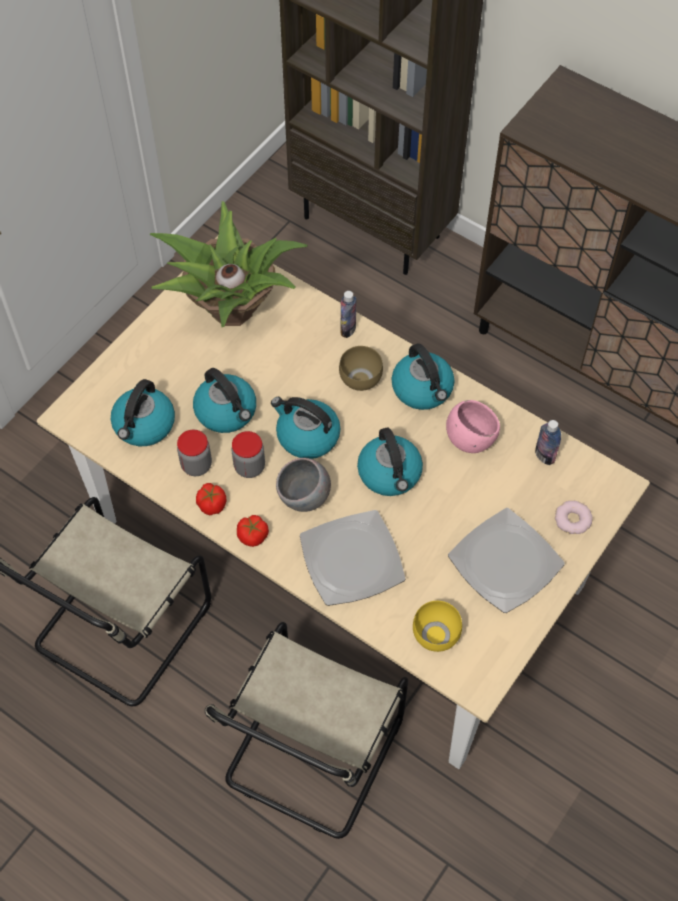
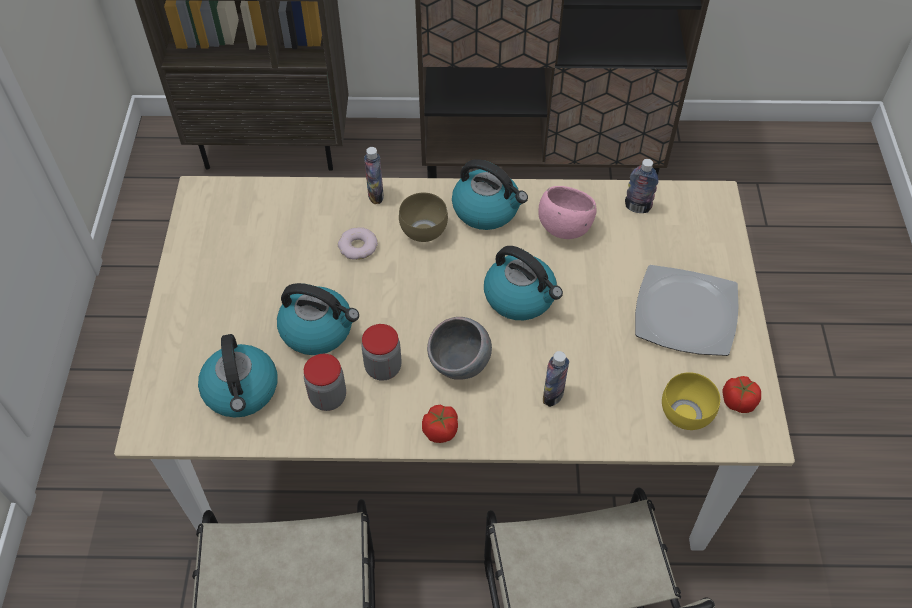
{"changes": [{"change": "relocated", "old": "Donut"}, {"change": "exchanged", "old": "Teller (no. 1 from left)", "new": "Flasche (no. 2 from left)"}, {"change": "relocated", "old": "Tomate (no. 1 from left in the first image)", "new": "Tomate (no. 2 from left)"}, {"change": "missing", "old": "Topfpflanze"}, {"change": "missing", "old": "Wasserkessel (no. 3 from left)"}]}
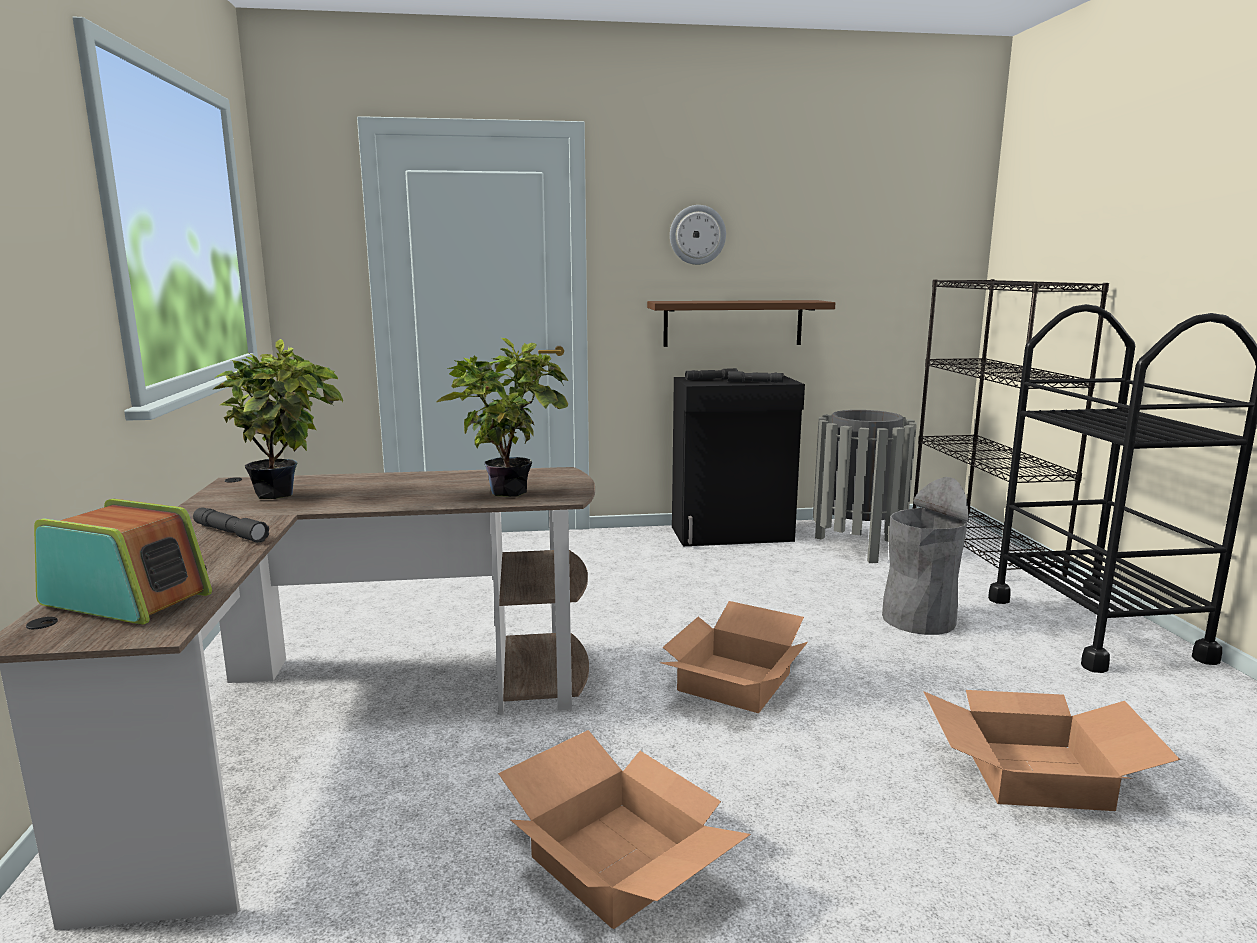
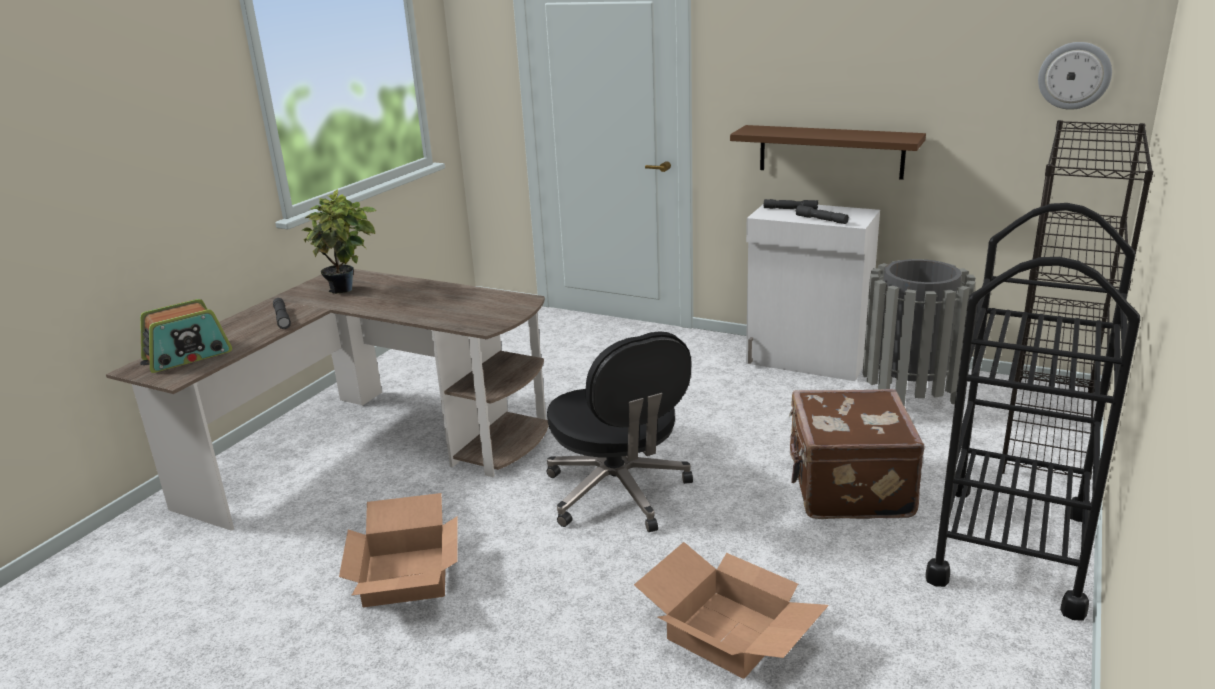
{"changes": [{"change": "spun", "old": "Radio", "degrees": 90}, {"change": "exchanged", "old": "Karton (no. 2 from left)", "new": "Bürostuhl (schwarz)"}, {"change": "colour", "old": "Schrank (schwarz)", "new": "Schrank (weiß)"}, {"change": "exchanged", "old": "Mülleimer (grau) (no. 2 from left)", "new": "Koffer (braun)"}, {"change": "relocated", "old": "Wanduhr"}, {"change": "missing", "old": "Topfpflanze (no. 2 from left)"}]}
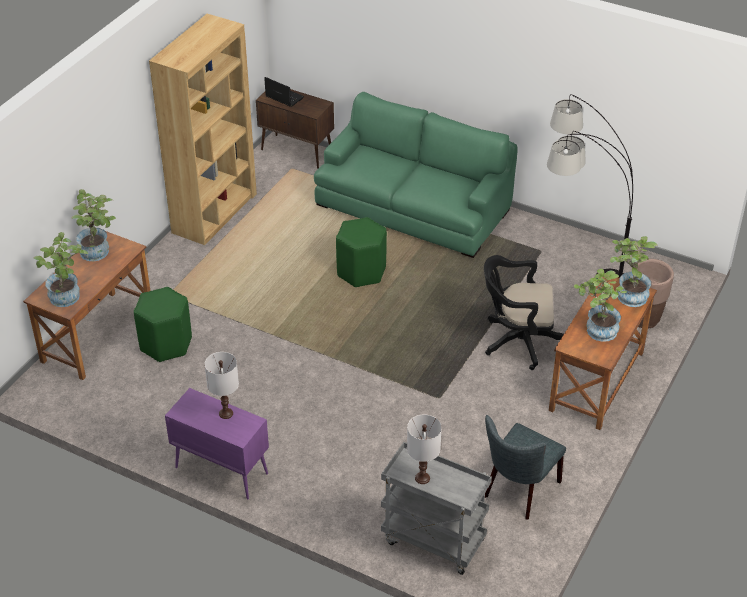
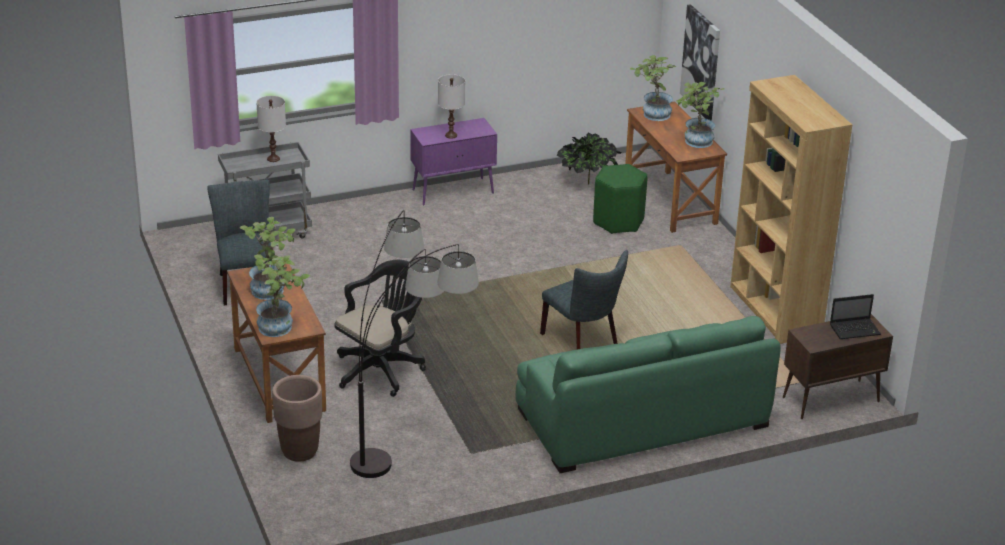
{"changes": [{"change": "exchanged", "old": "Hocker (grün) (no. 2 from left)", "new": "Stuhl (grau) (no. 2 from left)"}, {"change": "appeared", "new": "Topfpflanze (no. 3 from left)"}, {"change": "appeared", "new": "Bild"}]}
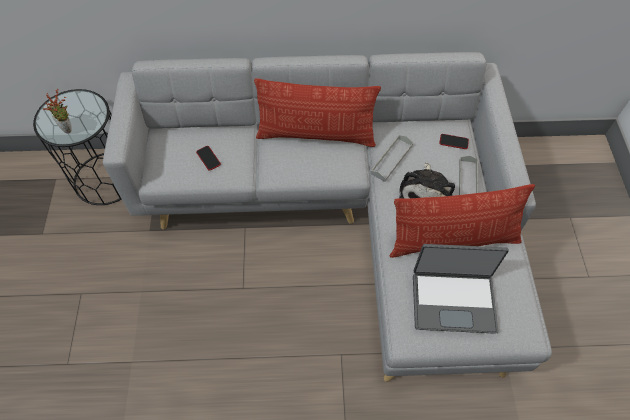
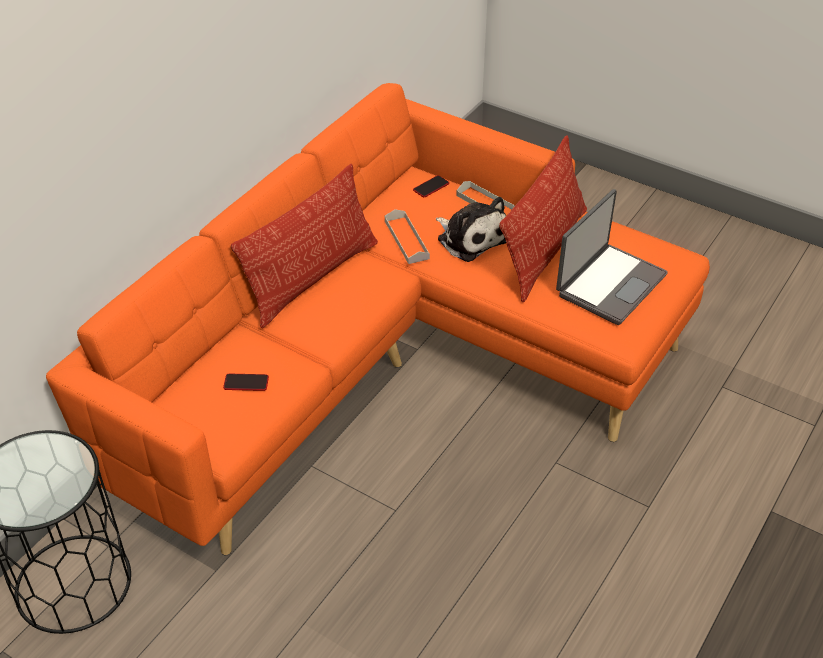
{"changes": [{"change": "colour", "old": "Sofa (grau)", "new": "Sofa (orange)"}, {"change": "missing", "old": "Topfpflanze"}]}
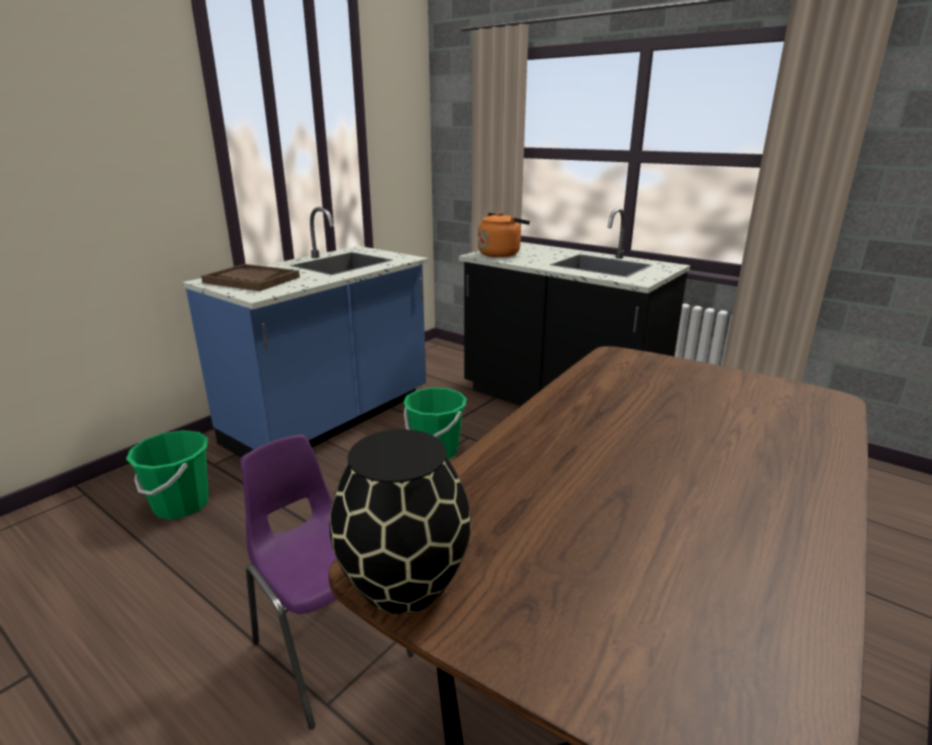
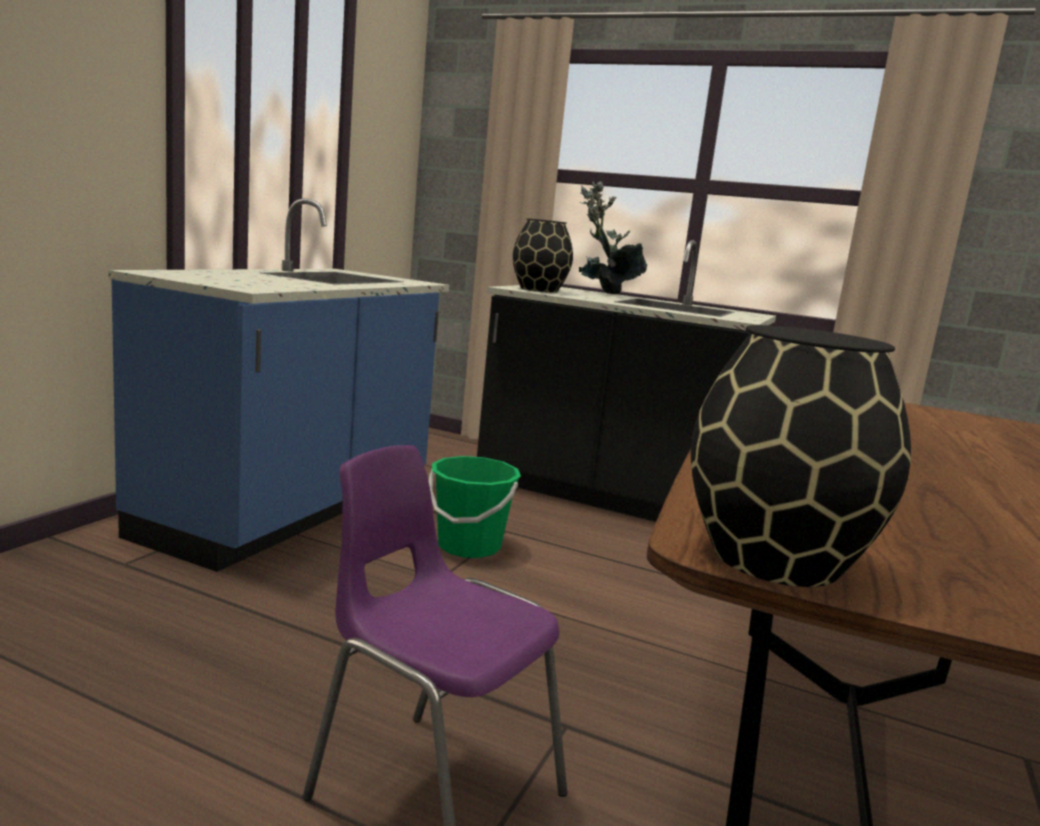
{"changes": [{"change": "exchanged", "old": "Wasserkessel (orange)", "new": "Vase (schwarz) (no. 1 from left)"}, {"change": "appeared", "new": "Topfpflanze"}, {"change": "missing", "old": "Eimer (grün) (no. 1 from left)"}, {"change": "missing", "old": "Tablett (braun)"}]}
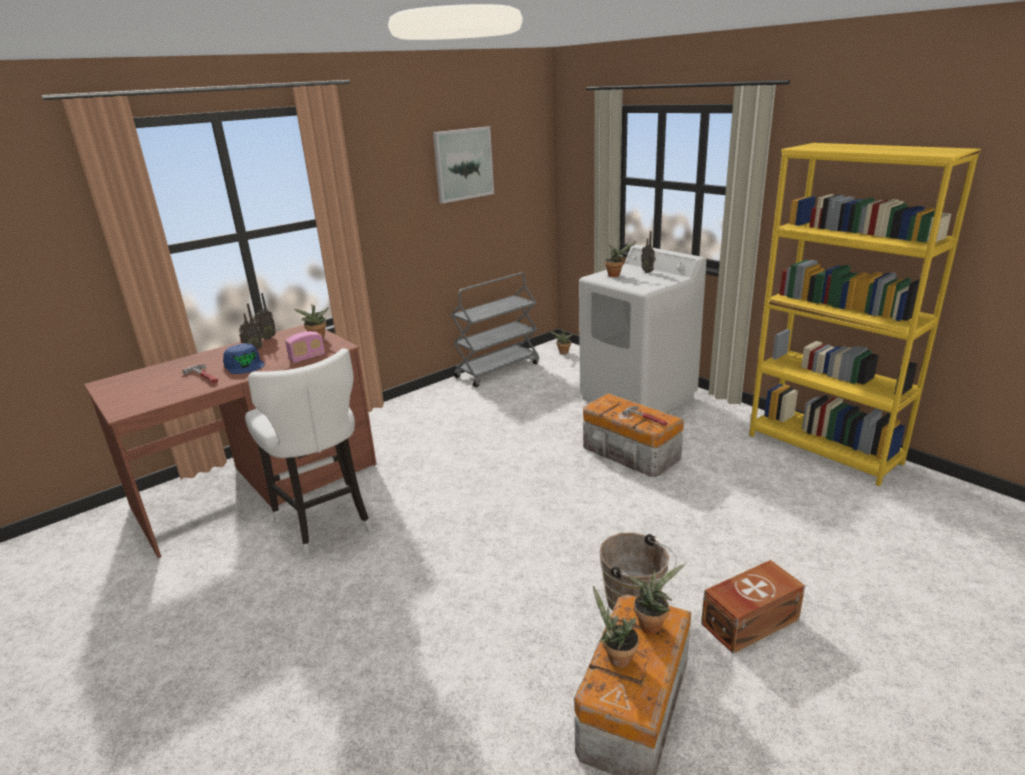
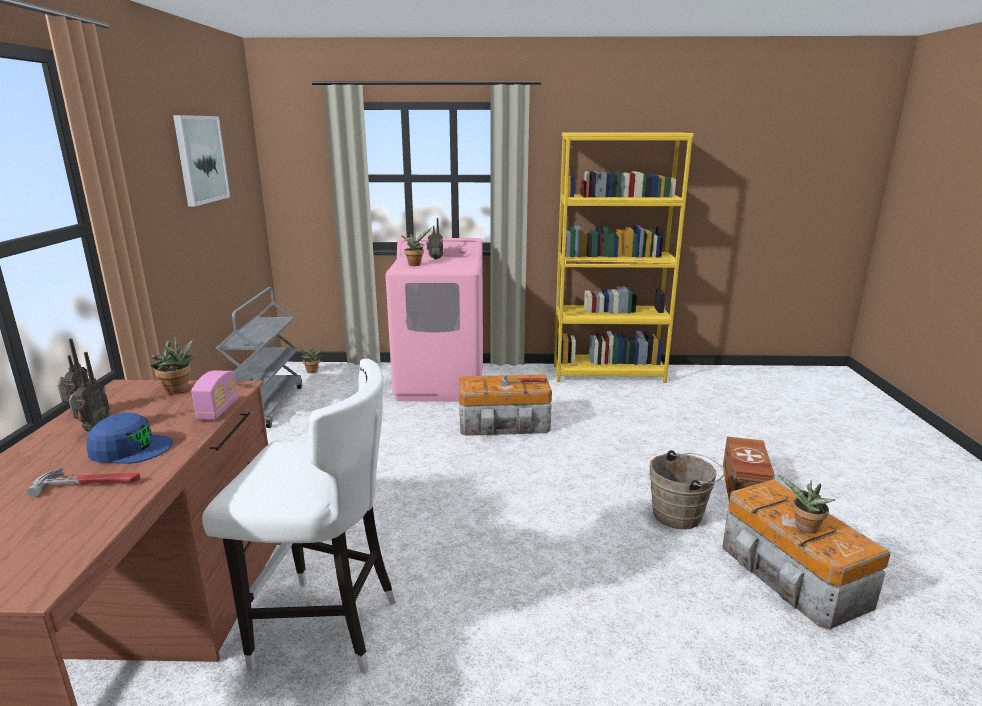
{"changes": [{"change": "colour", "old": "Waschmaschine (weiß)", "new": "Waschmaschine (rosa)"}, {"change": "missing", "old": "Topfpflanze (no. 5 from left)"}]}
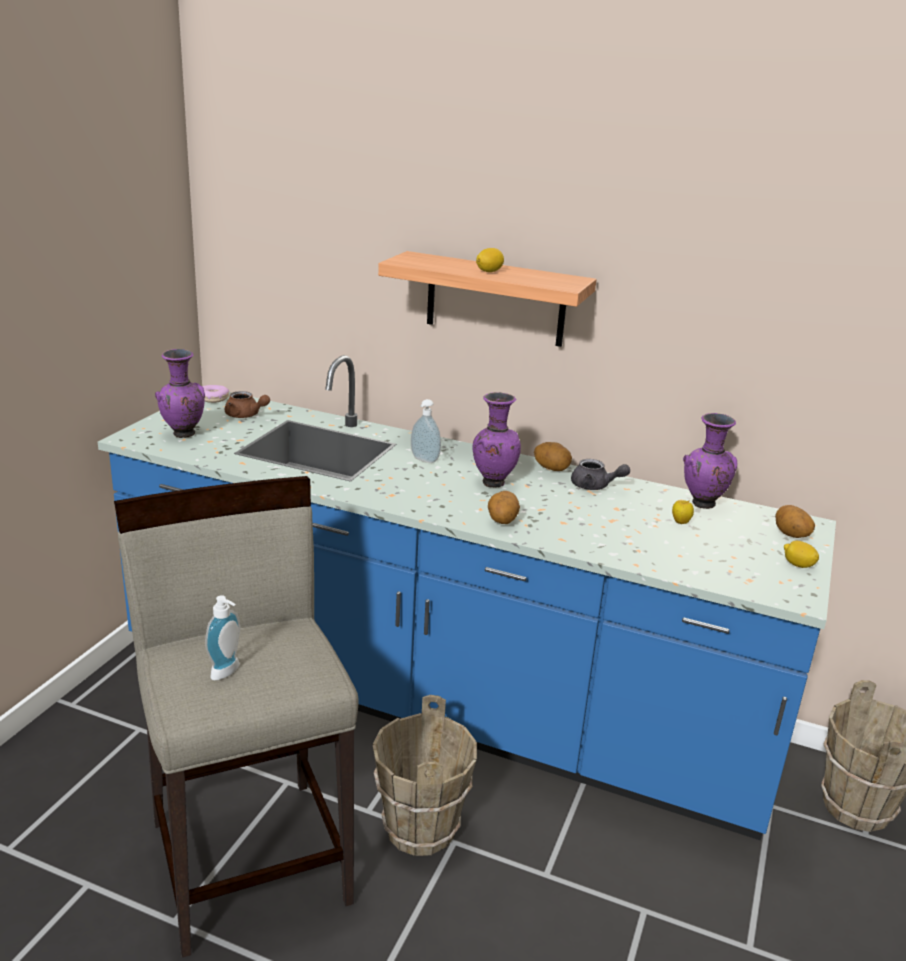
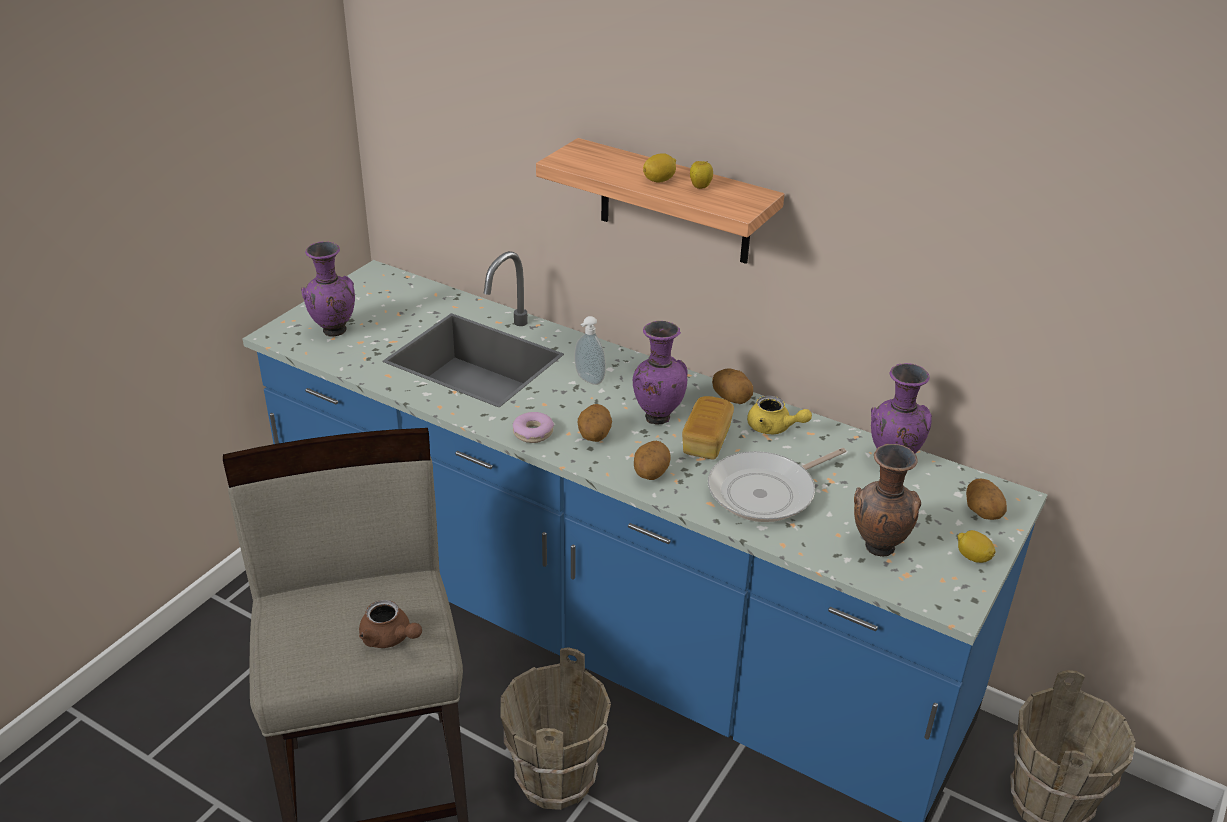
{"changes": [{"change": "relocated", "old": "Teekanne (braun)"}, {"change": "relocated", "old": "Donut"}, {"change": "appeared", "new": "Kartoffel (no. 1 from left)"}, {"change": "appeared", "new": "Brot"}, {"change": "relocated", "old": "Apfel"}, {"change": "appeared", "new": "Pfanne"}, {"change": "colour", "old": "Teekanne (grau)", "new": "Teekanne (gelb)"}, {"change": "appeared", "new": "Vase (braun)"}, {"change": "missing", "old": "Seifenspender (no. 1 from left)"}]}
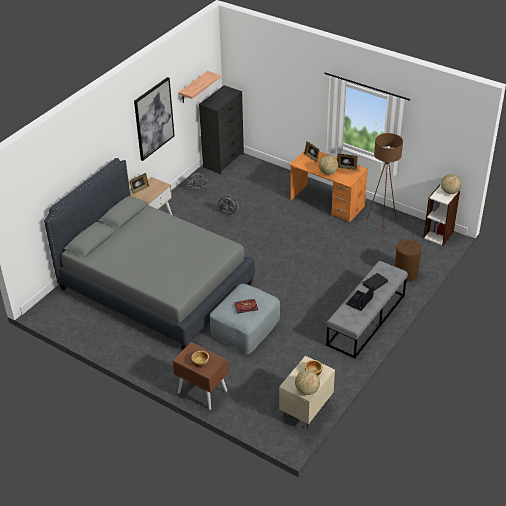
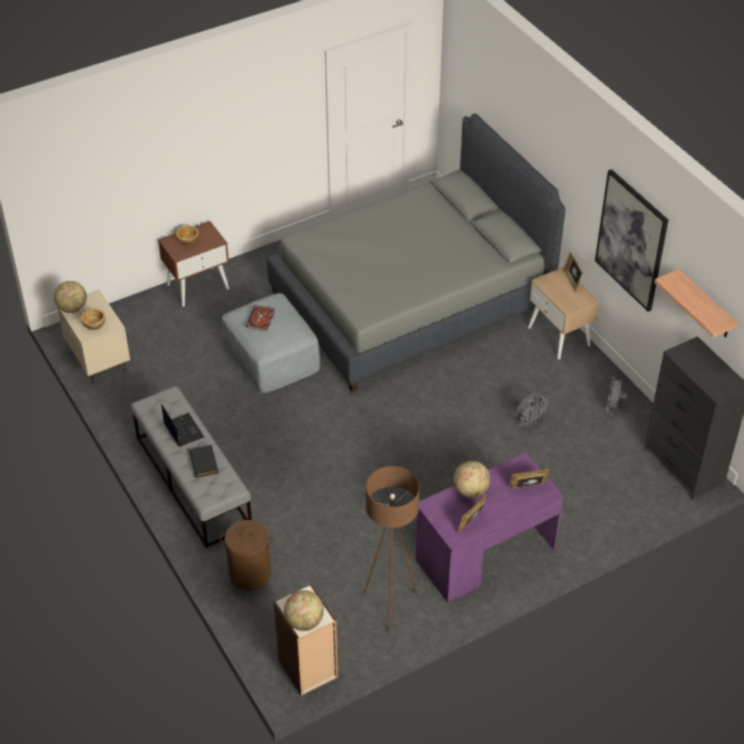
{"changes": [{"change": "colour", "old": "Schreibtisch (orange)", "new": "Schreibtisch (lila)"}]}
